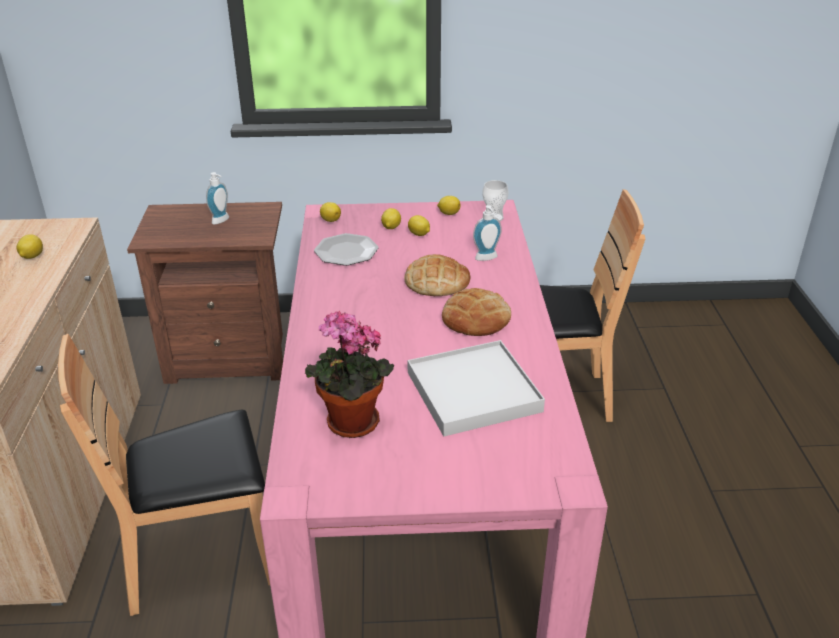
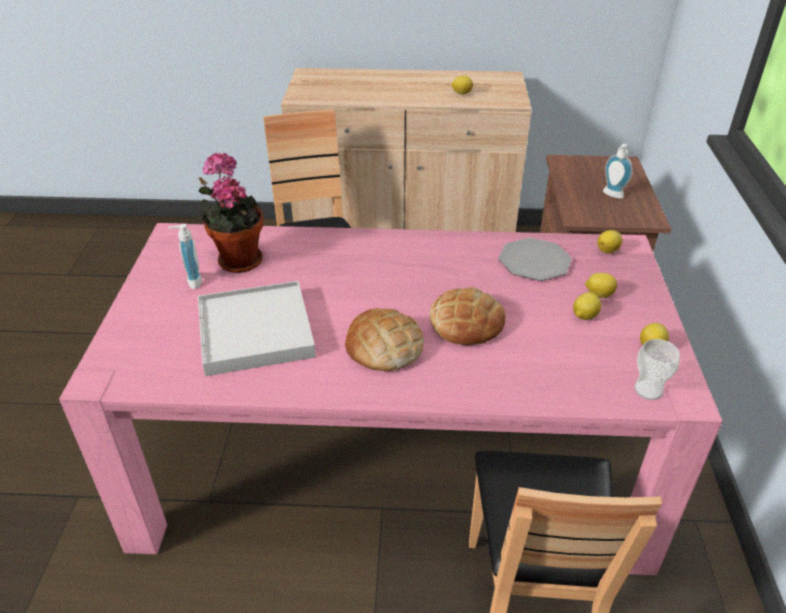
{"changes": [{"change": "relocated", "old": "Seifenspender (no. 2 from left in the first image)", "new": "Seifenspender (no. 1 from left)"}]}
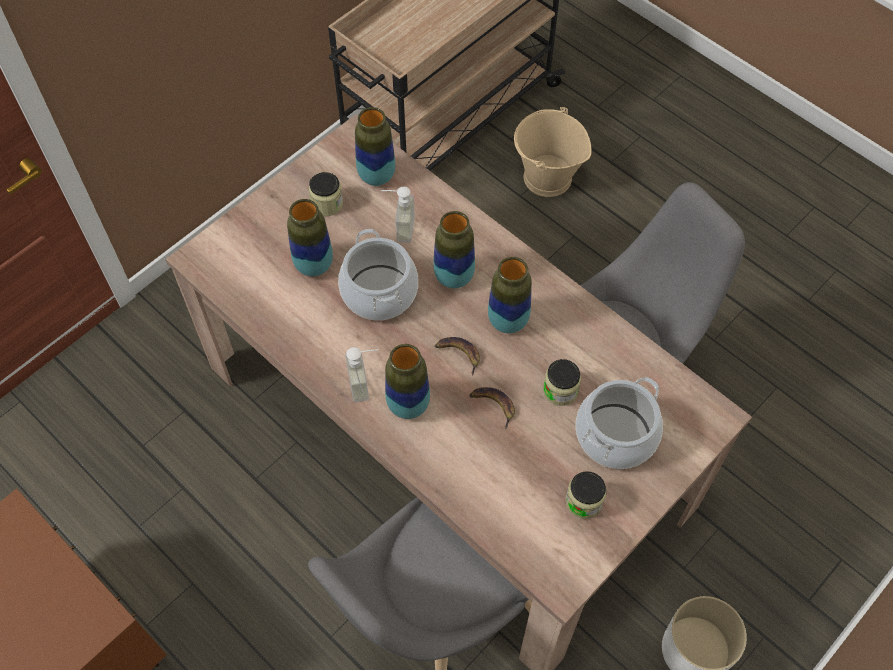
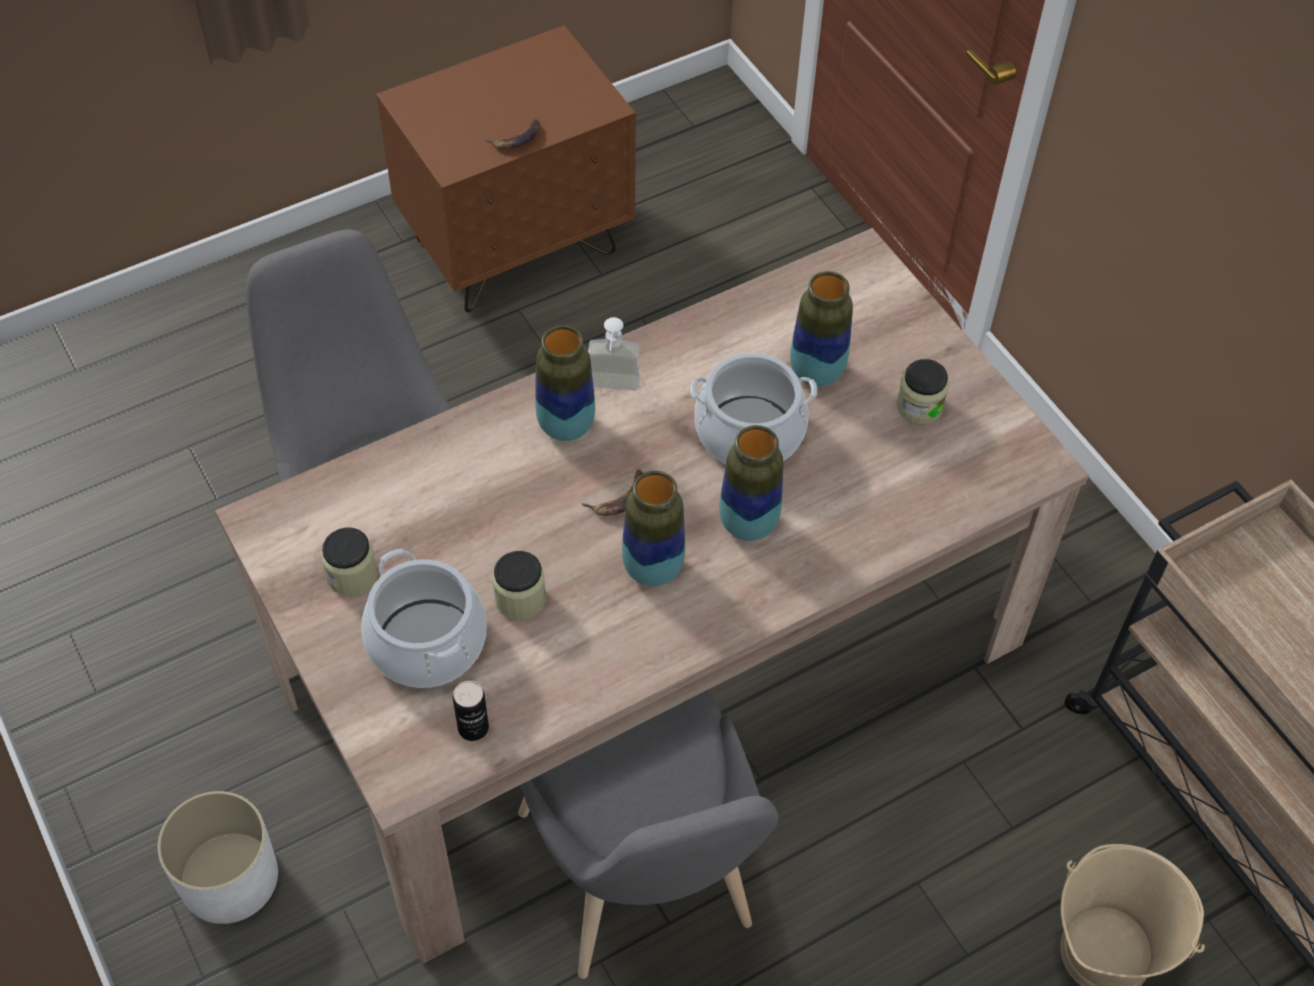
{"changes": [{"change": "appeared", "new": "Dose"}, {"change": "relocated", "old": "Banane (no. 2 from left in the first image)", "new": "Banane (no. 1 from left)"}, {"change": "missing", "old": "Vase (no. 2 from left)"}, {"change": "missing", "old": "Seifenspender (no. 2 from left)"}]}
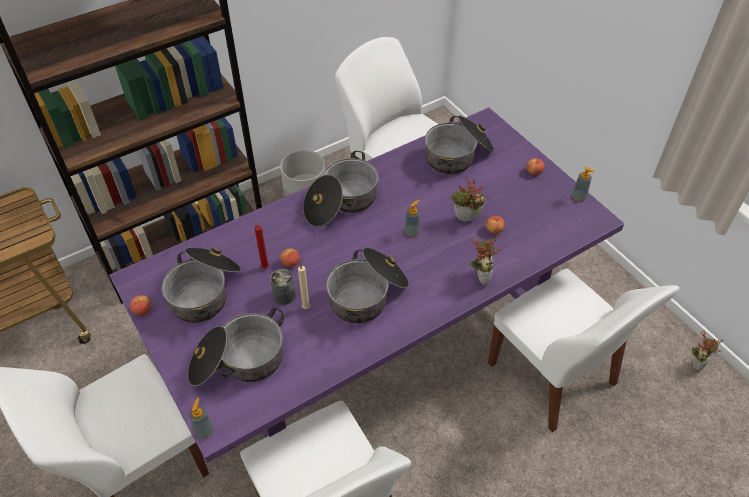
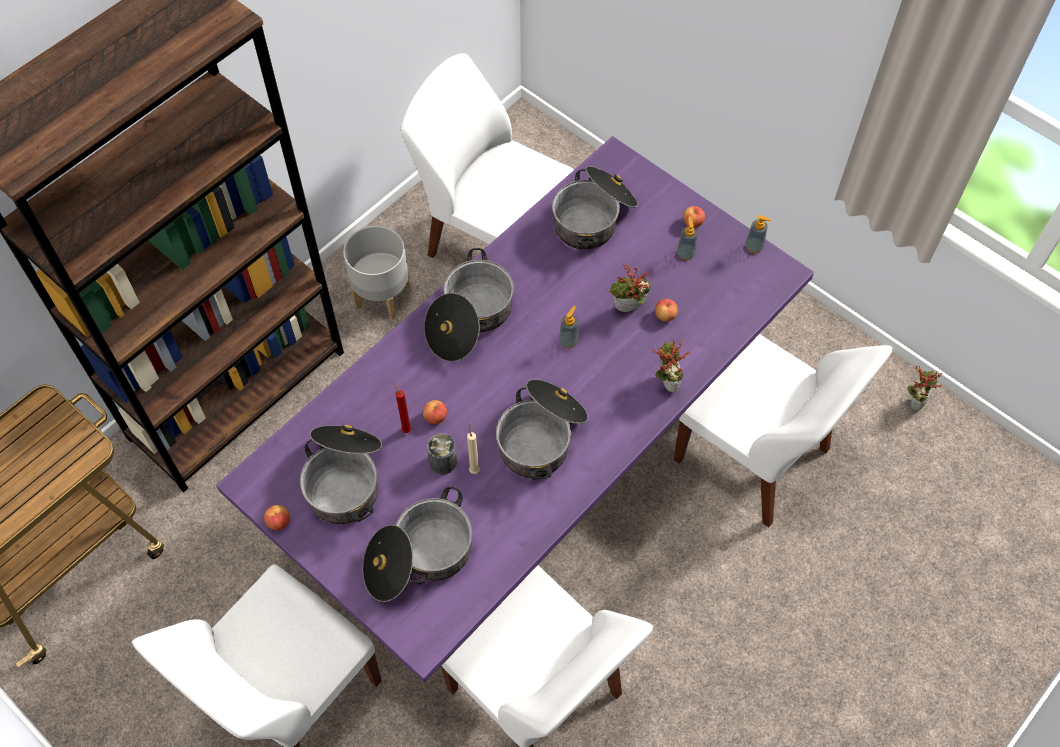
{"changes": [{"change": "relocated", "old": "Seifenspender (no. 1 from left in the first image)", "new": "Seifenspender (no. 2 from left)"}]}
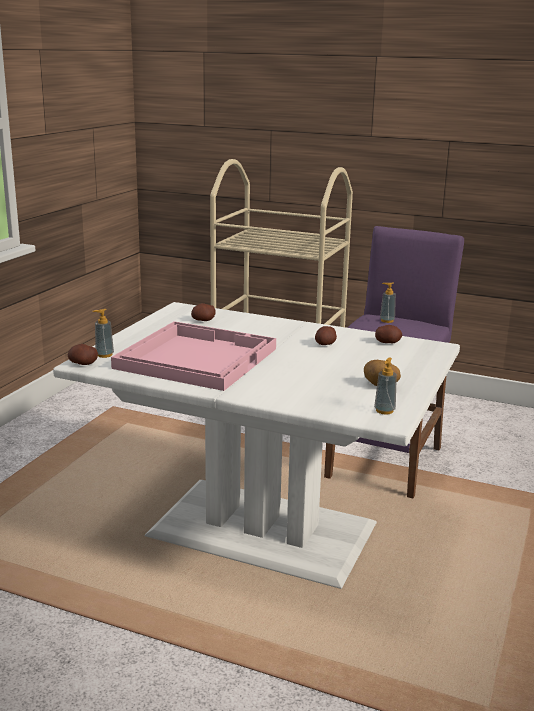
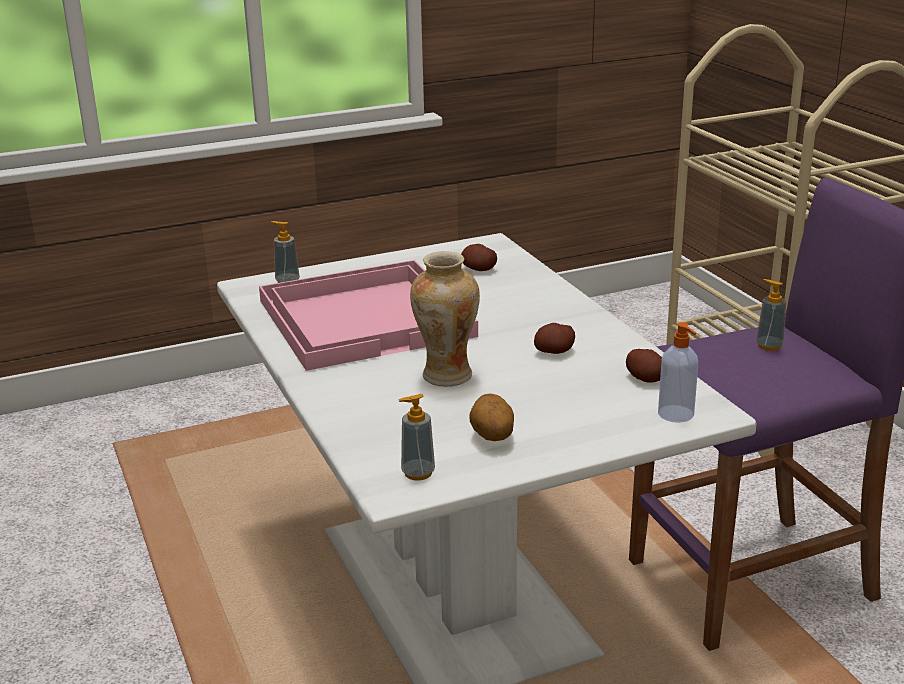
{"changes": [{"change": "appeared", "new": "Vase"}, {"change": "appeared", "new": "Seifenspender (no. 3 from left)"}, {"change": "missing", "old": "Kartoffel (no. 1 from left)"}]}
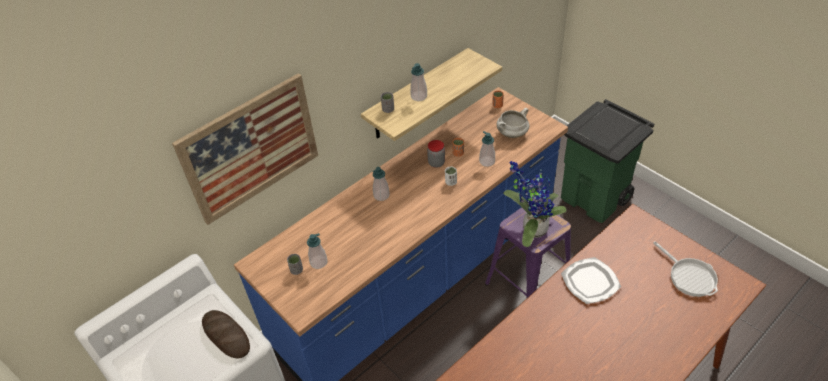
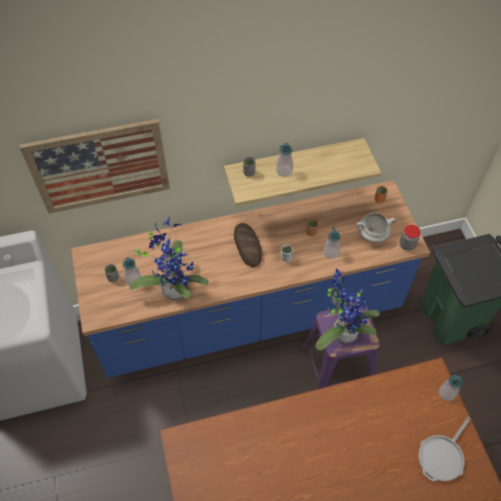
{"changes": [{"change": "appeared", "new": "Topfpflanze (no. 1 from left)"}, {"change": "relocated", "old": "Brot"}, {"change": "relocated", "old": "Vorratsglas"}, {"change": "spun", "old": "Pfanne", "degrees": 45}, {"change": "relocated", "old": "Seifenspender (no. 2 from left in the first image)", "new": "Seifenspender (no. 4 from left)"}, {"change": "missing", "old": "Teller"}]}
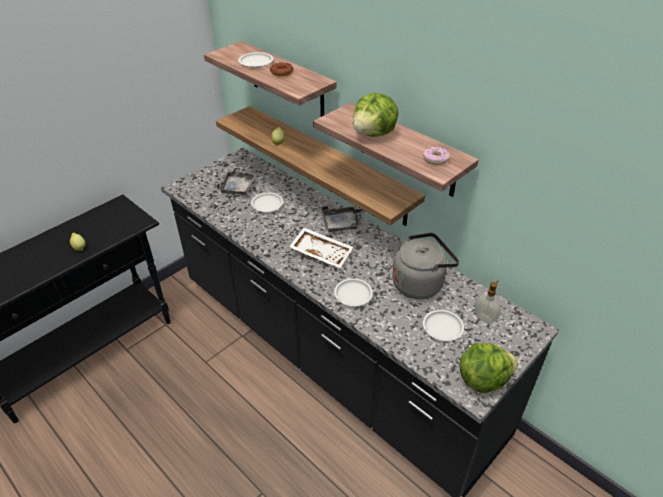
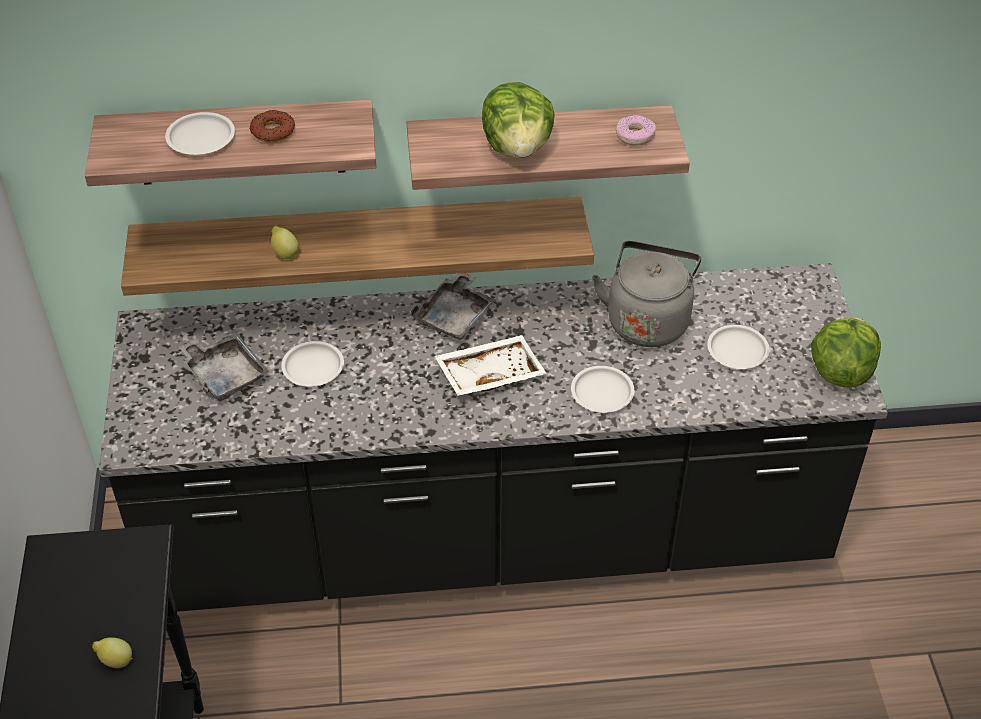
{"changes": [{"change": "missing", "old": "Seifenspender"}]}
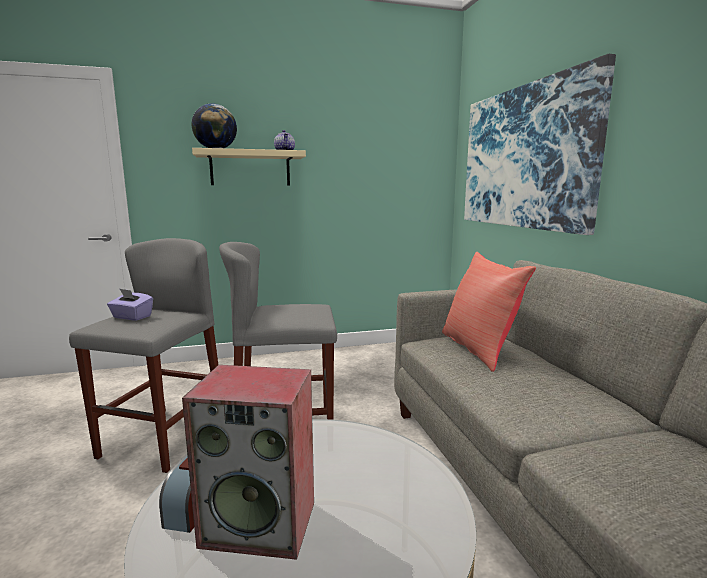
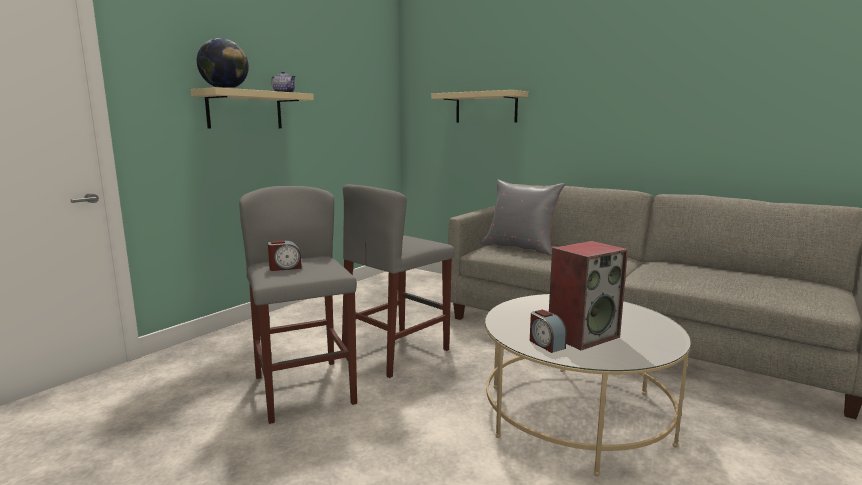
{"changes": [{"change": "exchanged", "old": "Taschentuchbox (lila)", "new": "Wecker (no. 1 from left)"}, {"change": "exchanged", "old": "Bild", "new": "Wandregal (beige) (no. 2 from left)"}, {"change": "colour", "old": "Kissen (rot)", "new": "Kissen (grau)"}]}
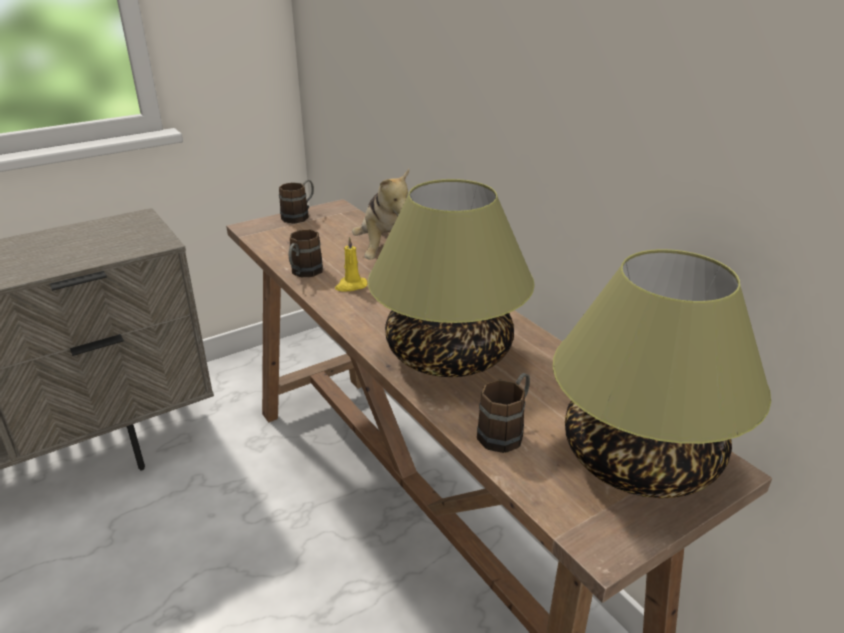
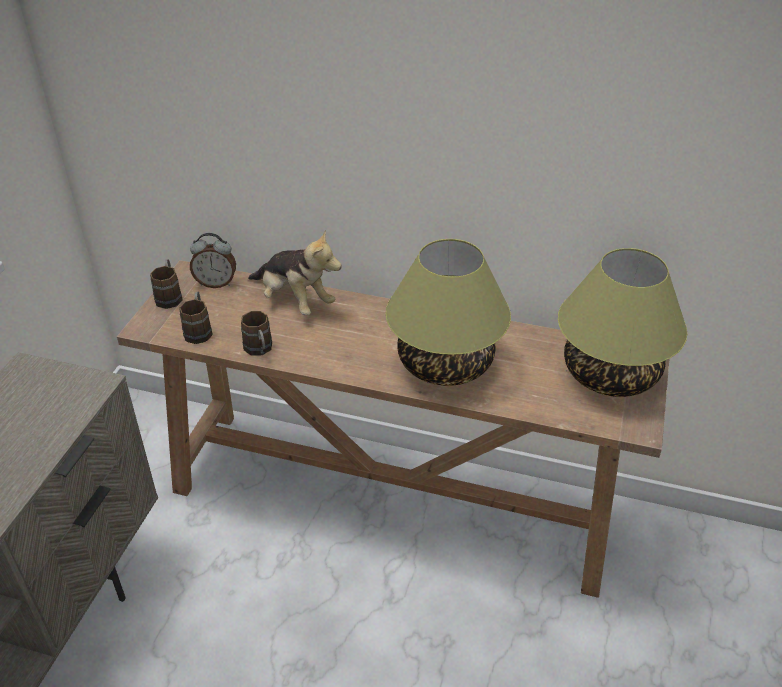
{"changes": [{"change": "relocated", "old": "Henkelbecher (braun) (no. 3 from left in the first image)", "new": "Henkelbecher (braun) (no. 2 from left)"}, {"change": "appeared", "new": "Wecker"}, {"change": "missing", "old": "Kerze (gelb)"}]}
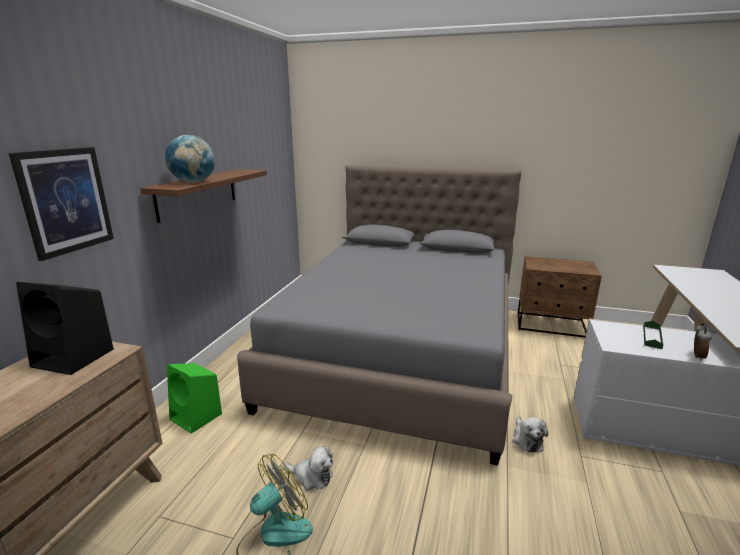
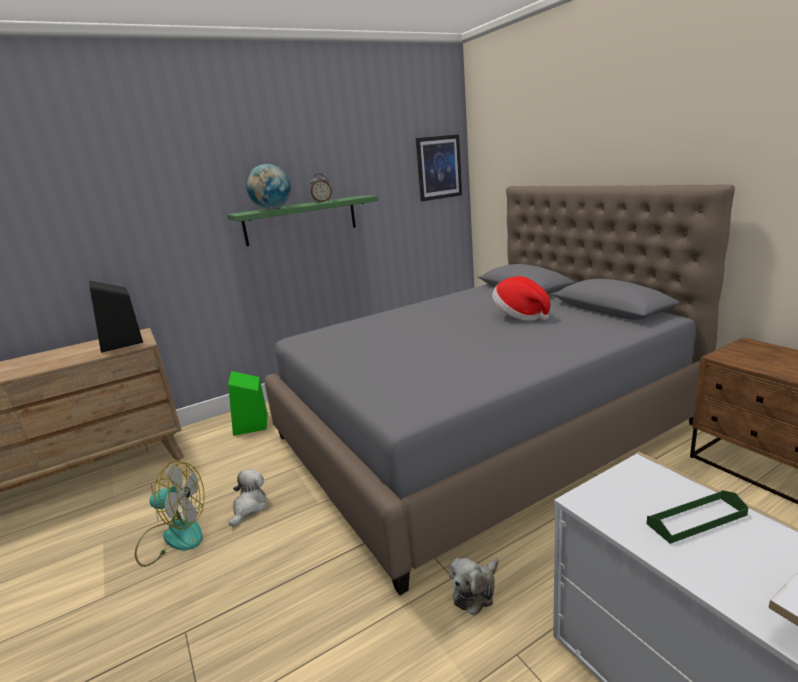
{"changes": [{"change": "colour", "old": "Wandregal (braun)", "new": "Wandregal (grün)"}, {"change": "spun", "old": "Plüschtier (no. 1 from left)", "degrees": -135}, {"change": "relocated", "old": "Wecker"}, {"change": "relocated", "old": "Bild"}, {"change": "appeared", "new": "Hut"}]}
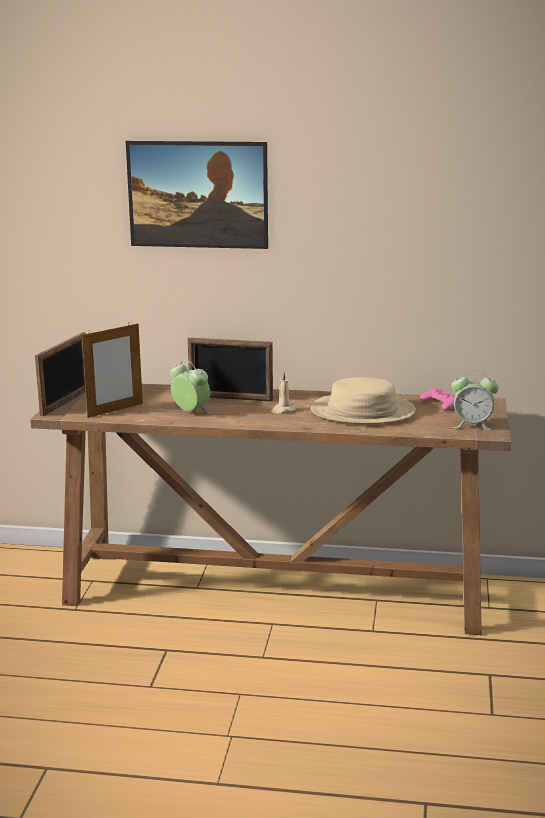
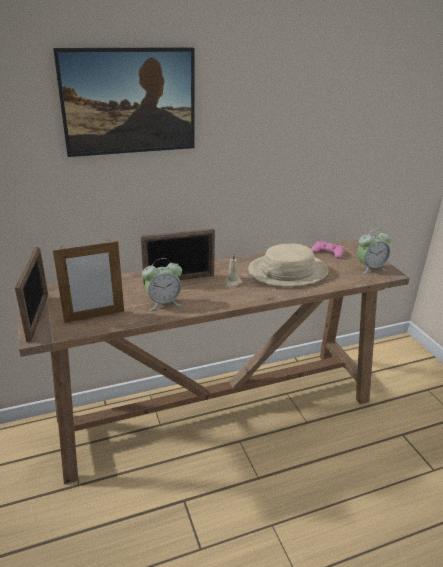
{"changes": [{"change": "spun", "old": "Bilderrahmen (no. 2 from left)", "degrees": 45}, {"change": "spun", "old": "Wecker (no. 1 from left)", "degrees": 150}]}
